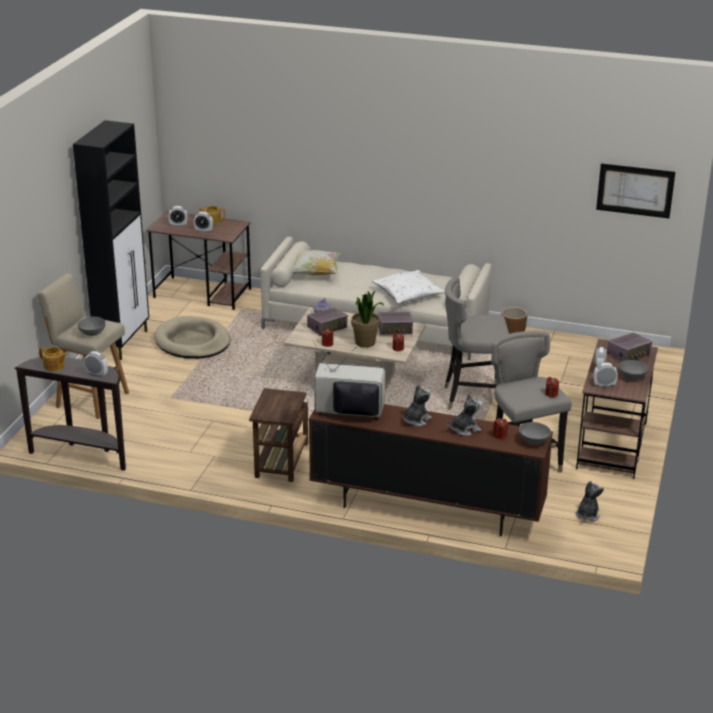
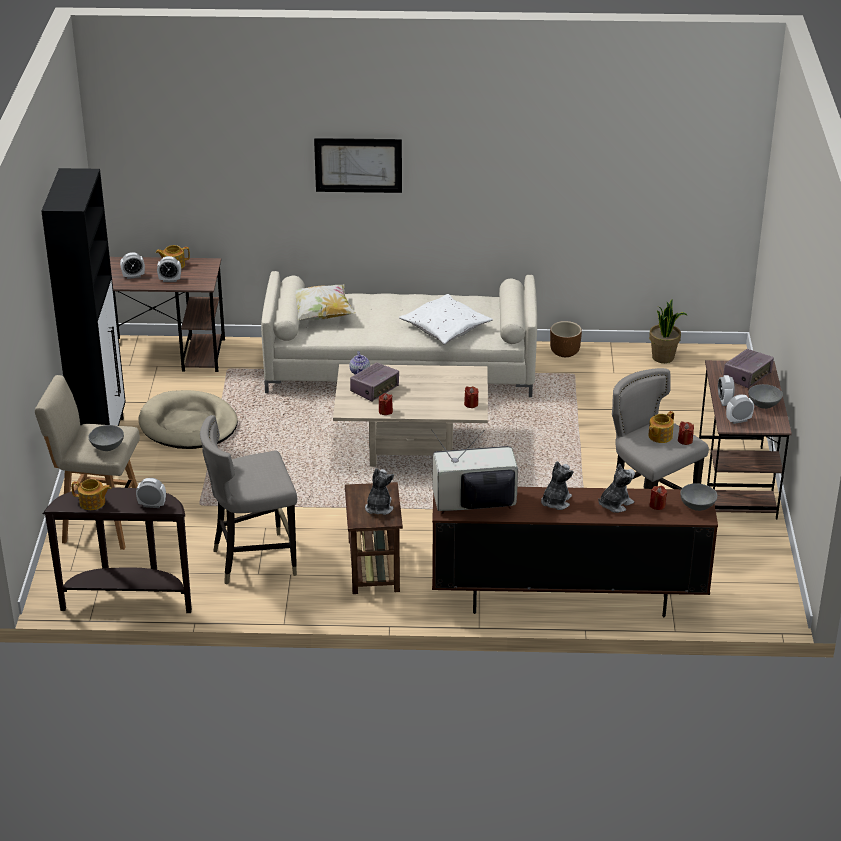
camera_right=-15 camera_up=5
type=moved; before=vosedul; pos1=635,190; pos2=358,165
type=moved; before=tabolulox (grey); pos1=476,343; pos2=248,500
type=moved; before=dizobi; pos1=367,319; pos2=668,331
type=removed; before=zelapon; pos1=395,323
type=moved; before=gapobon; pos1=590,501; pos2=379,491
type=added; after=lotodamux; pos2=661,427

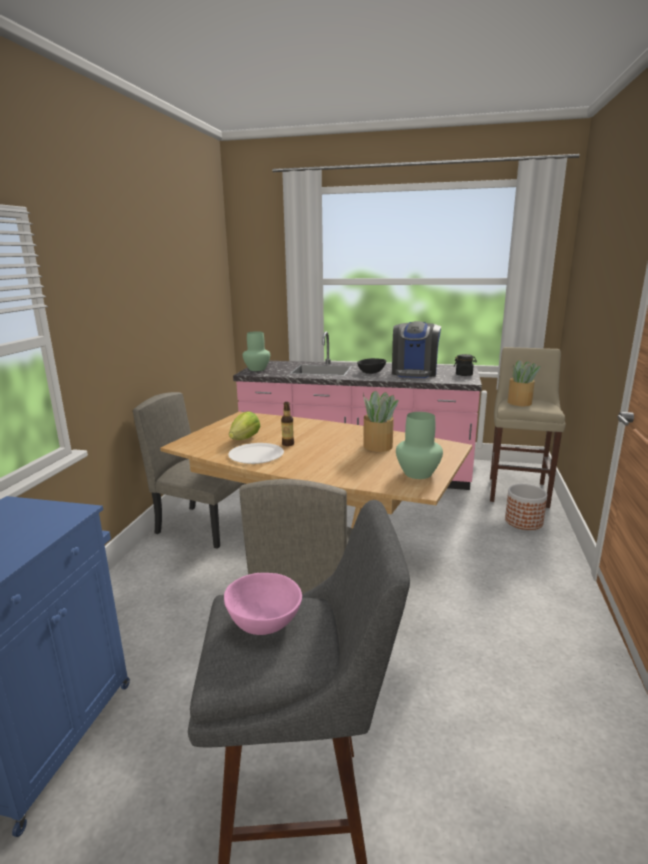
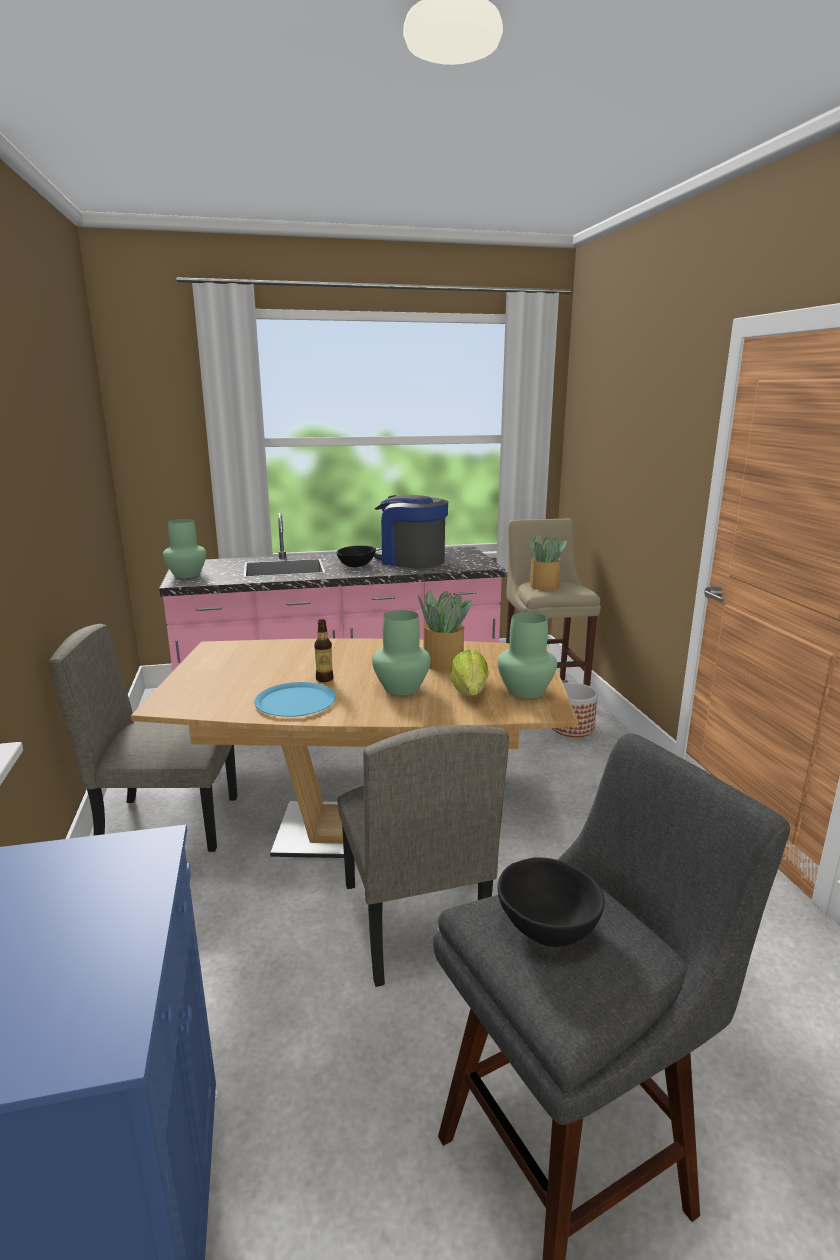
camera_right=-25 camera_up=0
type=turned; before=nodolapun; pos1=416,349; pos2=411,532; turn=135
type=removed; before=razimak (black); pos1=465,365
type=moved; before=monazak; pos1=244,425; pos2=469,672
type=recoloured; before=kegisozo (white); after=kegisozo (blue); pos1=256,453; pos2=295,699
type=recoloured; before=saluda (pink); after=saluda (black); pos1=263,604; pos2=551,902
type=added; after=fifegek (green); pos2=401,652

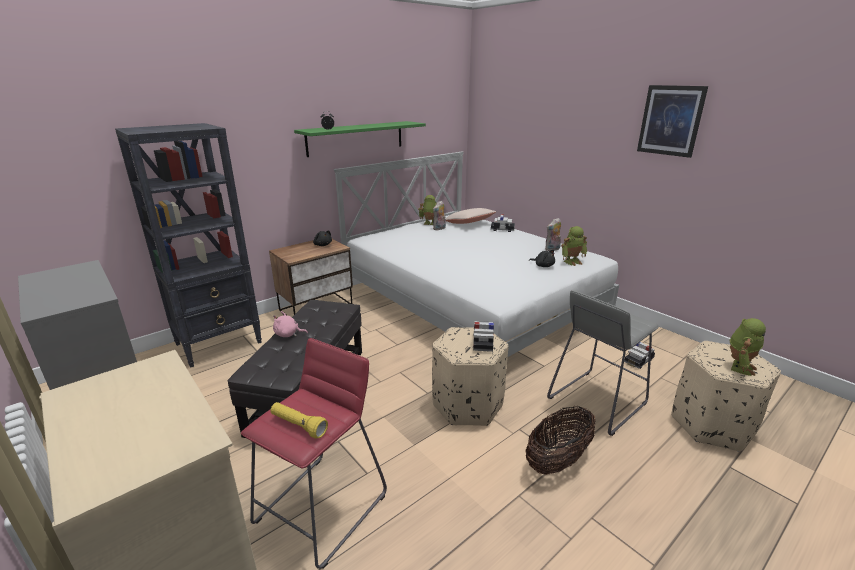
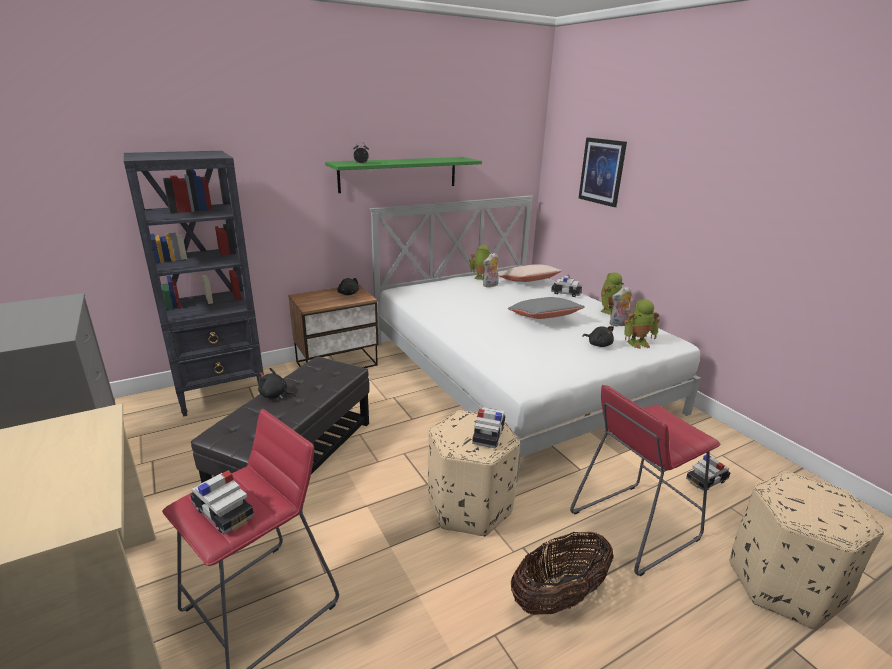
camera_right=10 camera_up=0
type=moved; before=vosedul; pos1=672,121; pos2=602,172
type=recoloured; before=tabolulox (grey); after=tabolulox (red); pos1=603,363; pos2=645,480
type=recoloured; before=gapobon (pink); after=gapobon (black); pos1=290,324; pos2=277,383
type=moved; before=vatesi; pos1=748,347; pos2=612,293
type=replaced; before=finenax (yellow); after=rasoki; pos1=299,420; pos2=222,502
type=added; after=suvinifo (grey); pos2=546,308

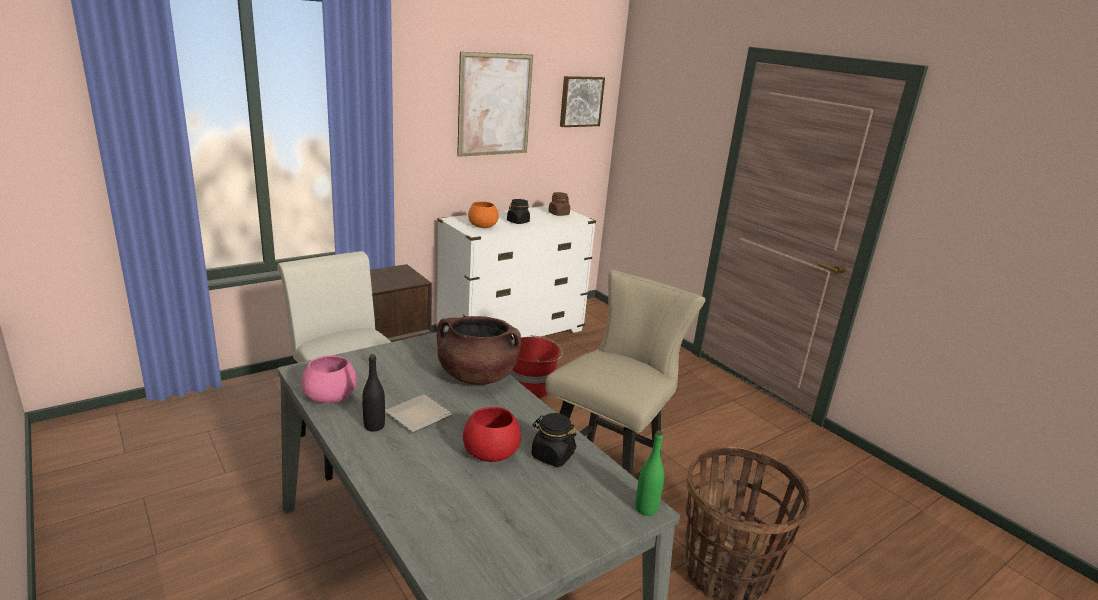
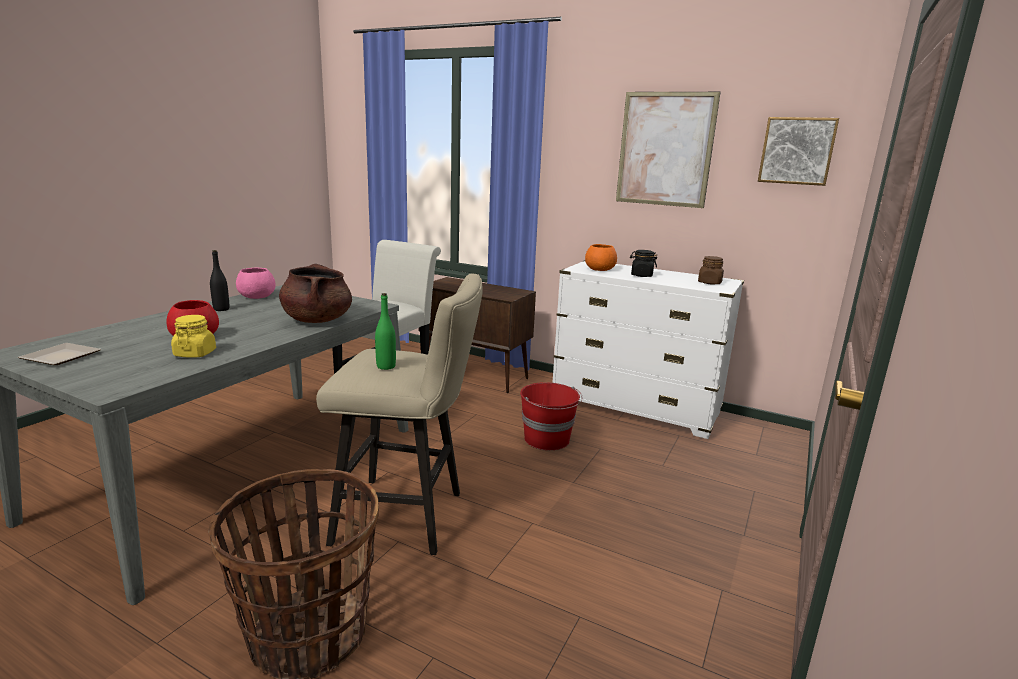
camera_right=65 camera_up=-5
type=moved; before=kegisozo; pos1=419,413; pos2=59,354
type=recoloured; before=razimak (black); after=razimak (yellow); pos1=554,440; pos2=193,336
type=moved; before=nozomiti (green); pos1=649,473; pos2=385,331

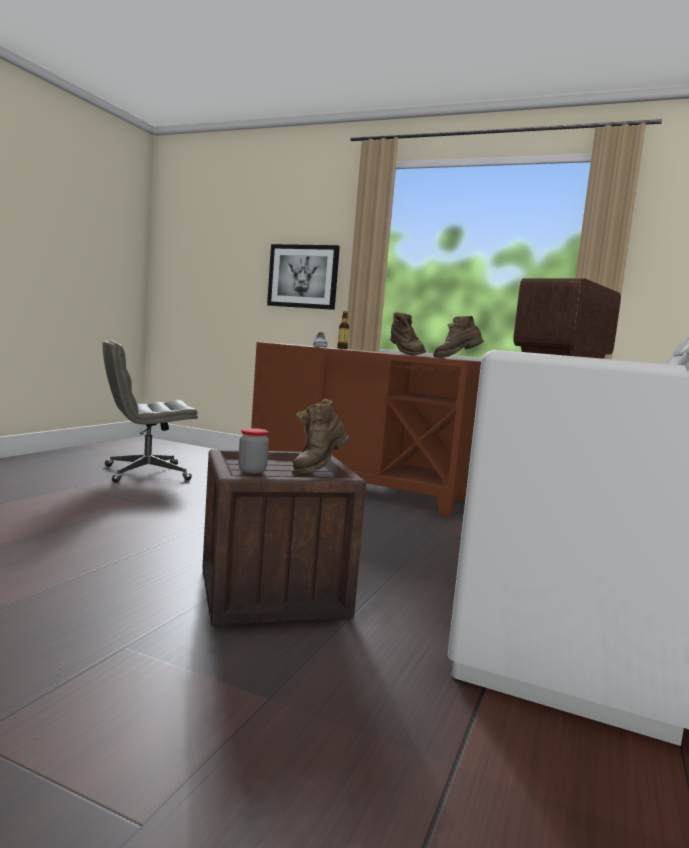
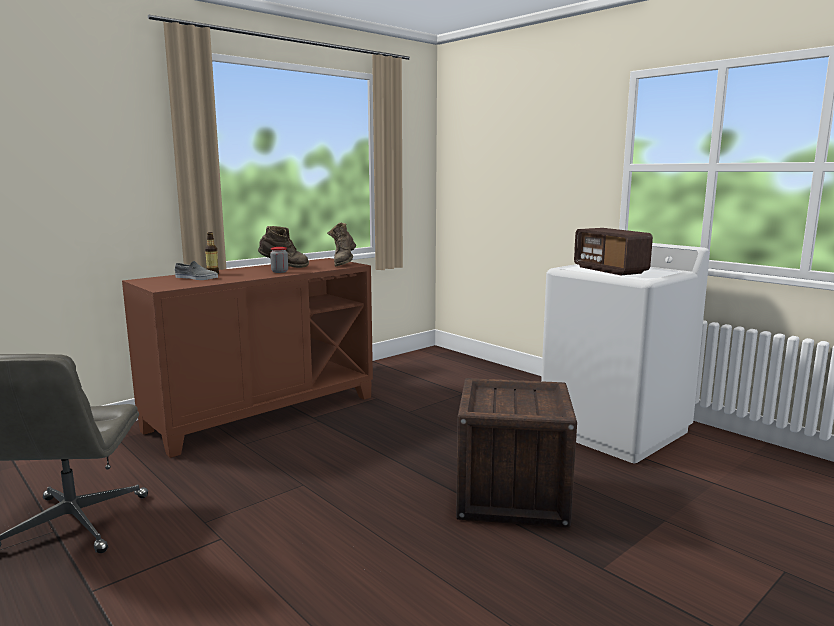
camera_right=-65 camera_up=5
type=removed; before=vosedul; pos1=303,277
type=removed; before=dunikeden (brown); pos1=321,436
type=moved; before=razimak; pos1=253,450; pos2=279,260

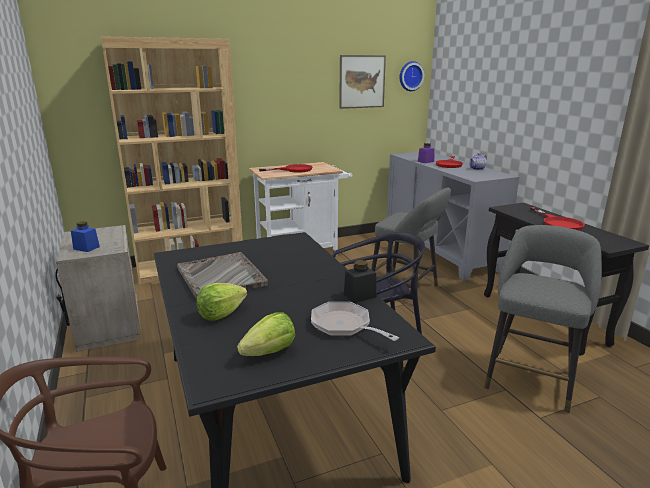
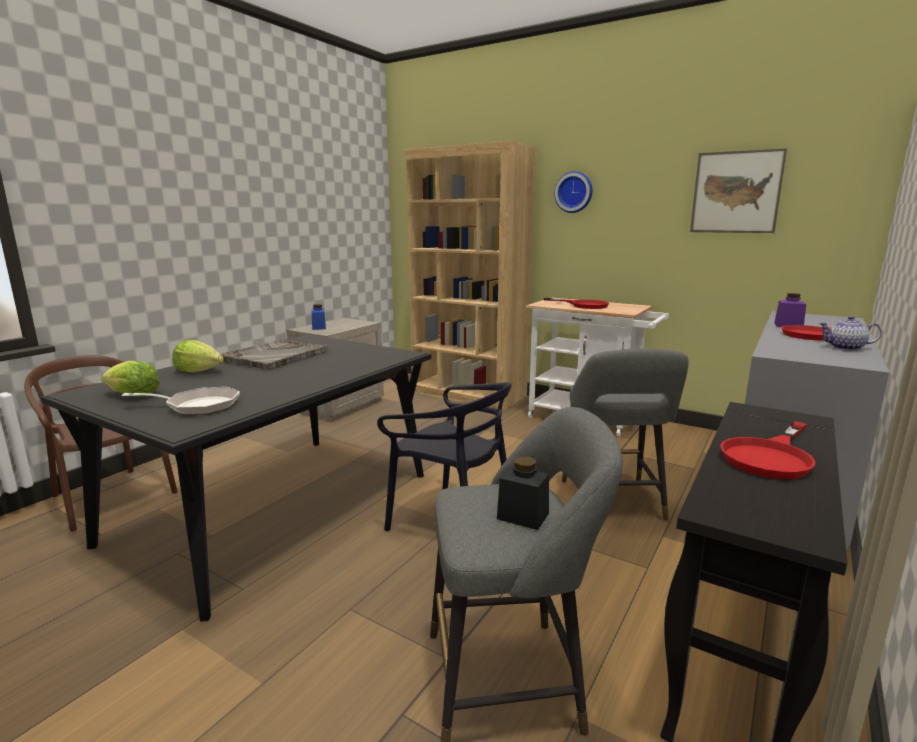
camera_right=55 camera_up=-5
type=moved; before=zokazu; pos1=412,76; pos2=574,192
type=moved; before=razimak (black); pos1=360,281; pos2=523,493
type=turned; before=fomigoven; pos1=355,321; pos2=180,401; turn=75

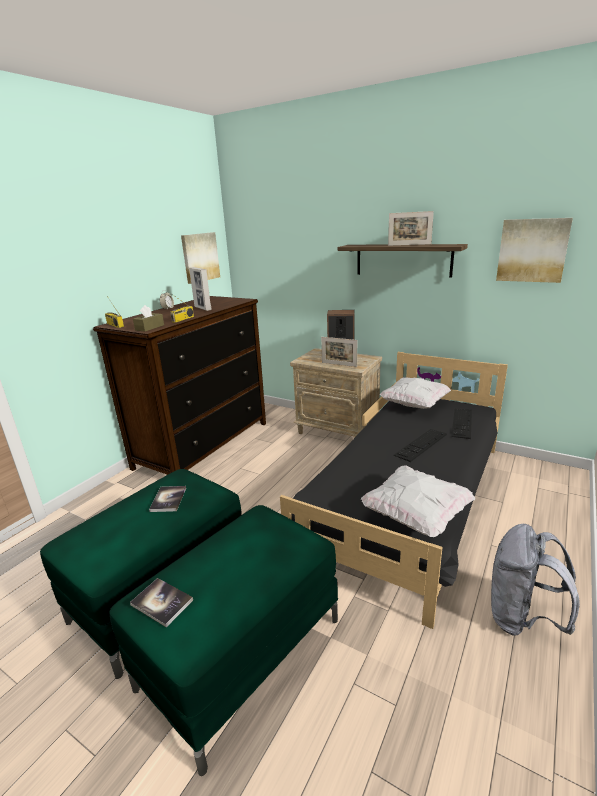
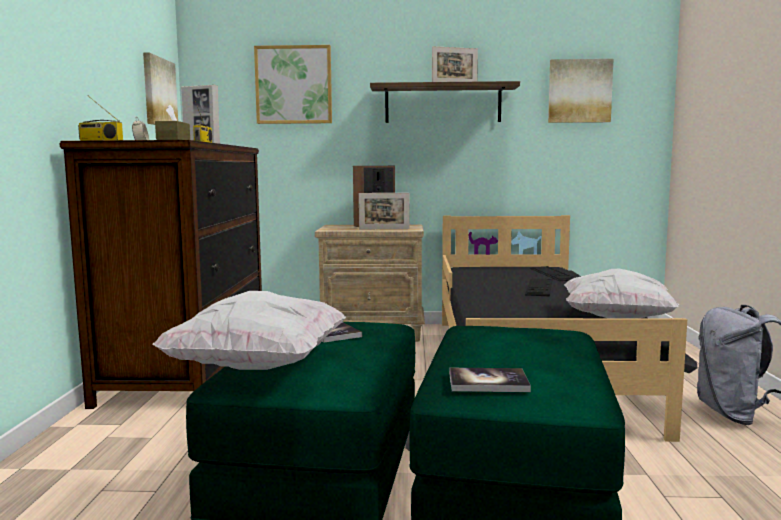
camera_right=-30 camera_up=-15
type=moved; before=suvinifo (white); pos1=415,393; pos2=249,330
type=added; after=vosedul; pos2=293,84

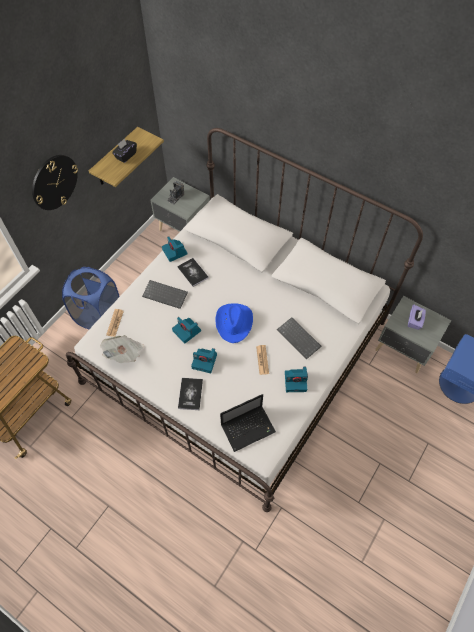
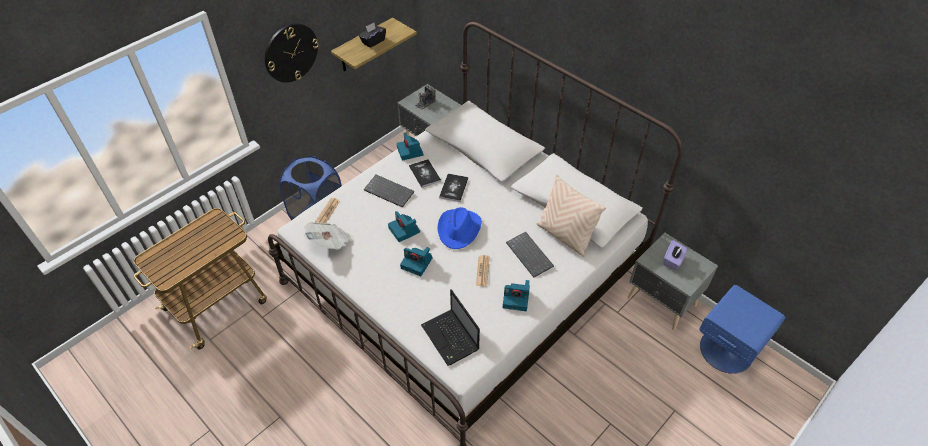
camera_right=10 camera_up=-10
type=moved; before=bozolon; pos1=190,394; pos2=453,188
type=turned; before=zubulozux; pos1=248,423; pos2=450,327; turn=75
type=added; after=suvinifo (beige); pos2=571,215

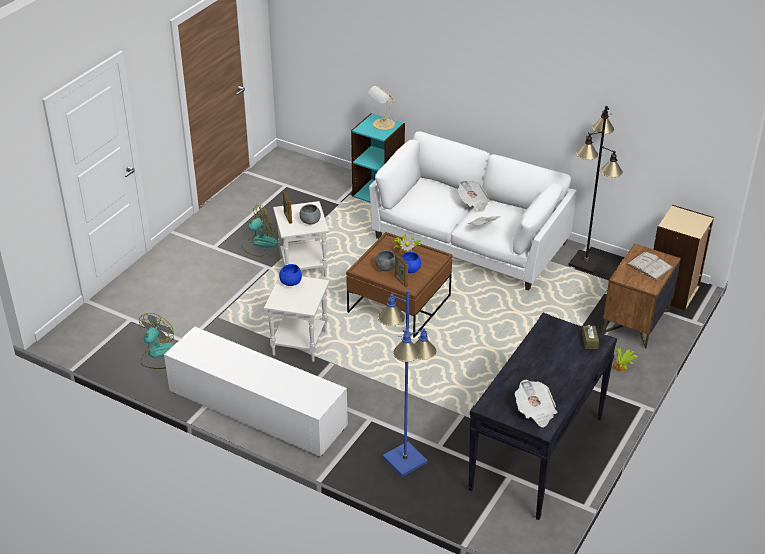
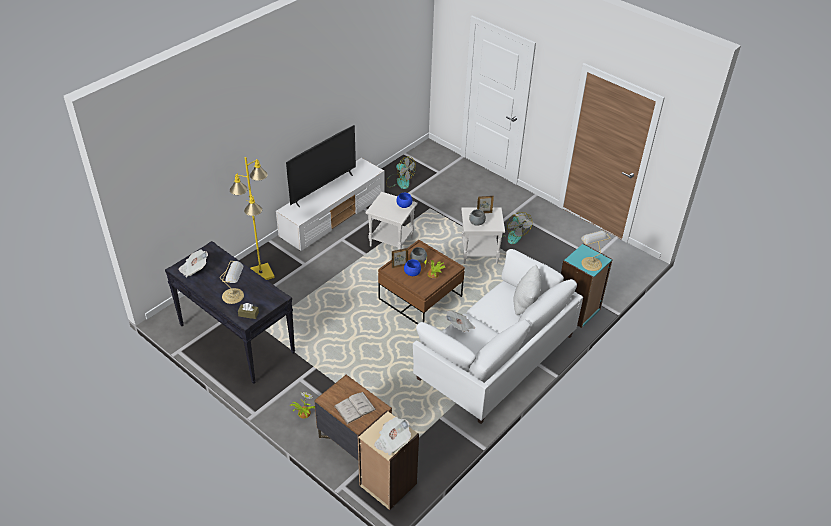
camera_right=100 camera_up=5
type=removed; before=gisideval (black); pos1=595,190
type=moved; before=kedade; pos1=473,196; pos2=392,436
type=recoloured; before=gisideval (blue); after=gisideval (yellow); pos1=407,383; pos2=252,218
type=added; after=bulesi; pos2=321,166
type=added; after=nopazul; pos2=232,282
type=added; after=suvinifo (white); pos2=527,290

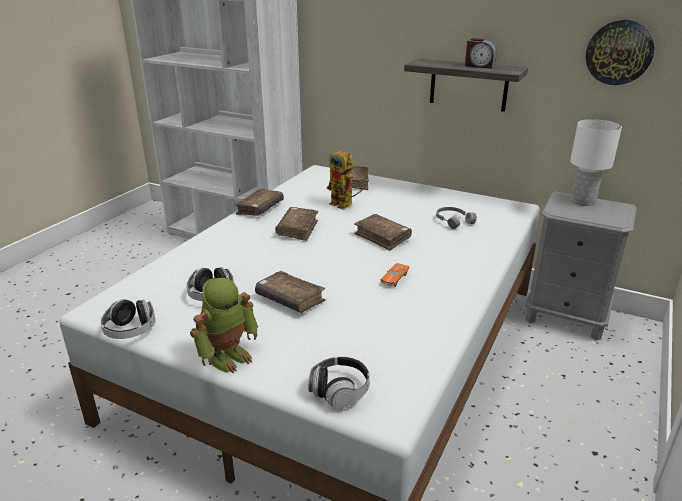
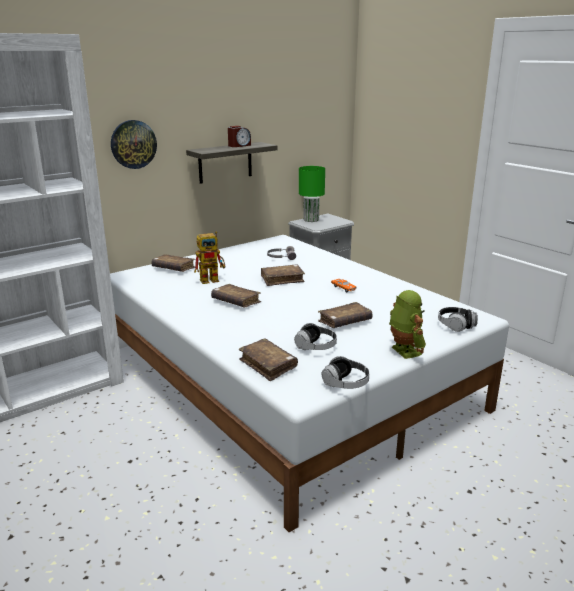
camera_right=-65 camera_up=-5
type=moved; before=zokazu; pos1=620,52; pos2=134,144
type=recoloured; before=nopazul (white); after=nopazul (green); pos1=596,162; pos2=312,194
type=moved; before=bozolon (brown); pos1=259,202; pos2=268,360

